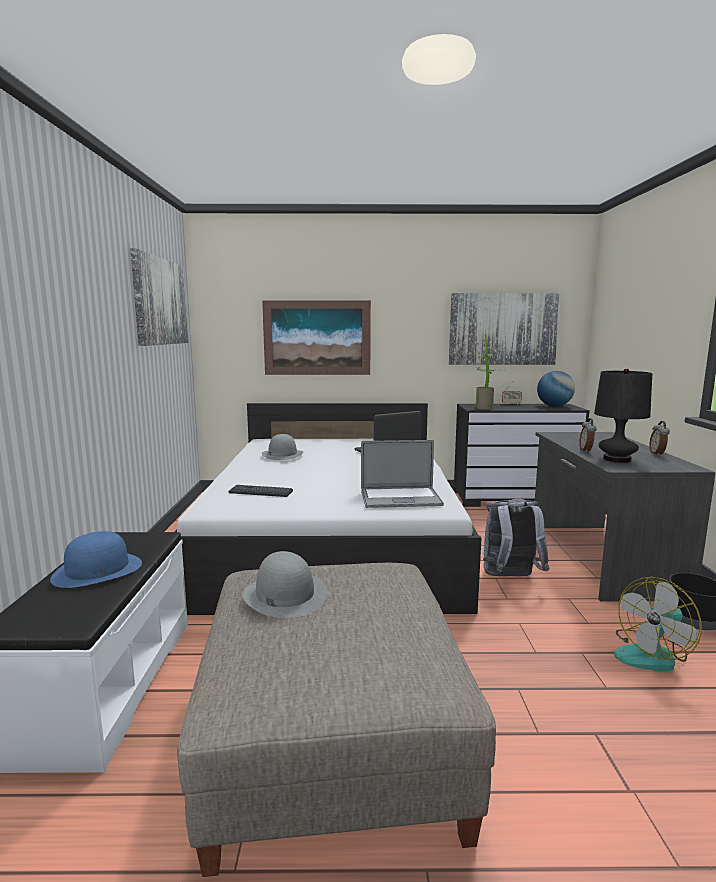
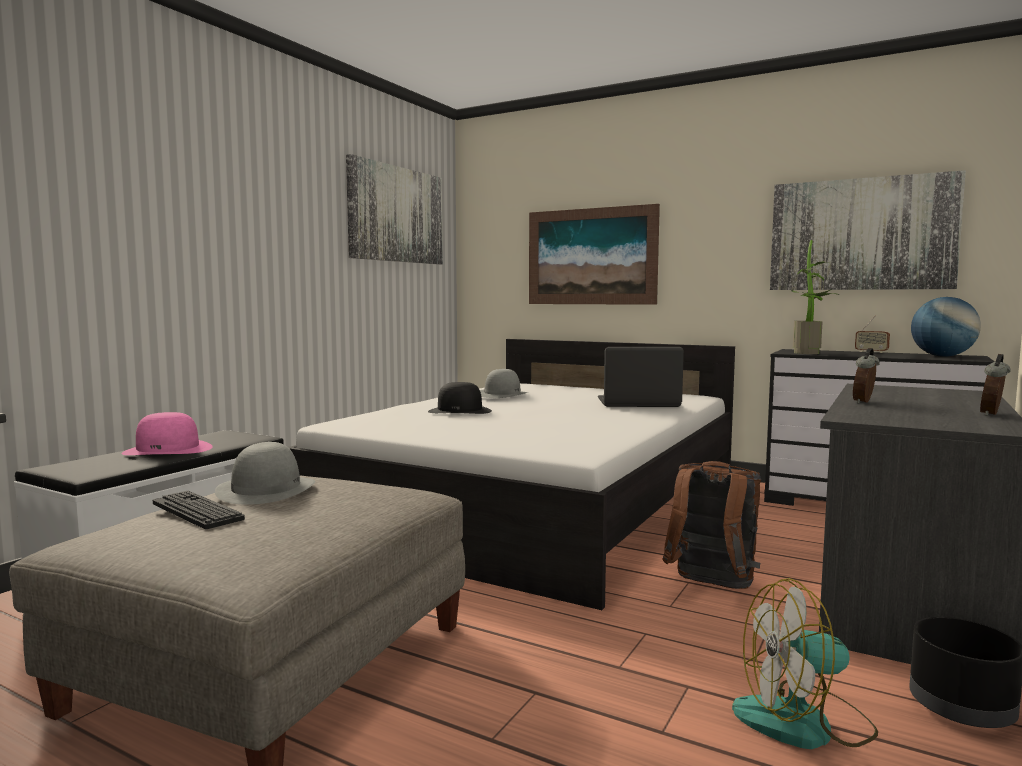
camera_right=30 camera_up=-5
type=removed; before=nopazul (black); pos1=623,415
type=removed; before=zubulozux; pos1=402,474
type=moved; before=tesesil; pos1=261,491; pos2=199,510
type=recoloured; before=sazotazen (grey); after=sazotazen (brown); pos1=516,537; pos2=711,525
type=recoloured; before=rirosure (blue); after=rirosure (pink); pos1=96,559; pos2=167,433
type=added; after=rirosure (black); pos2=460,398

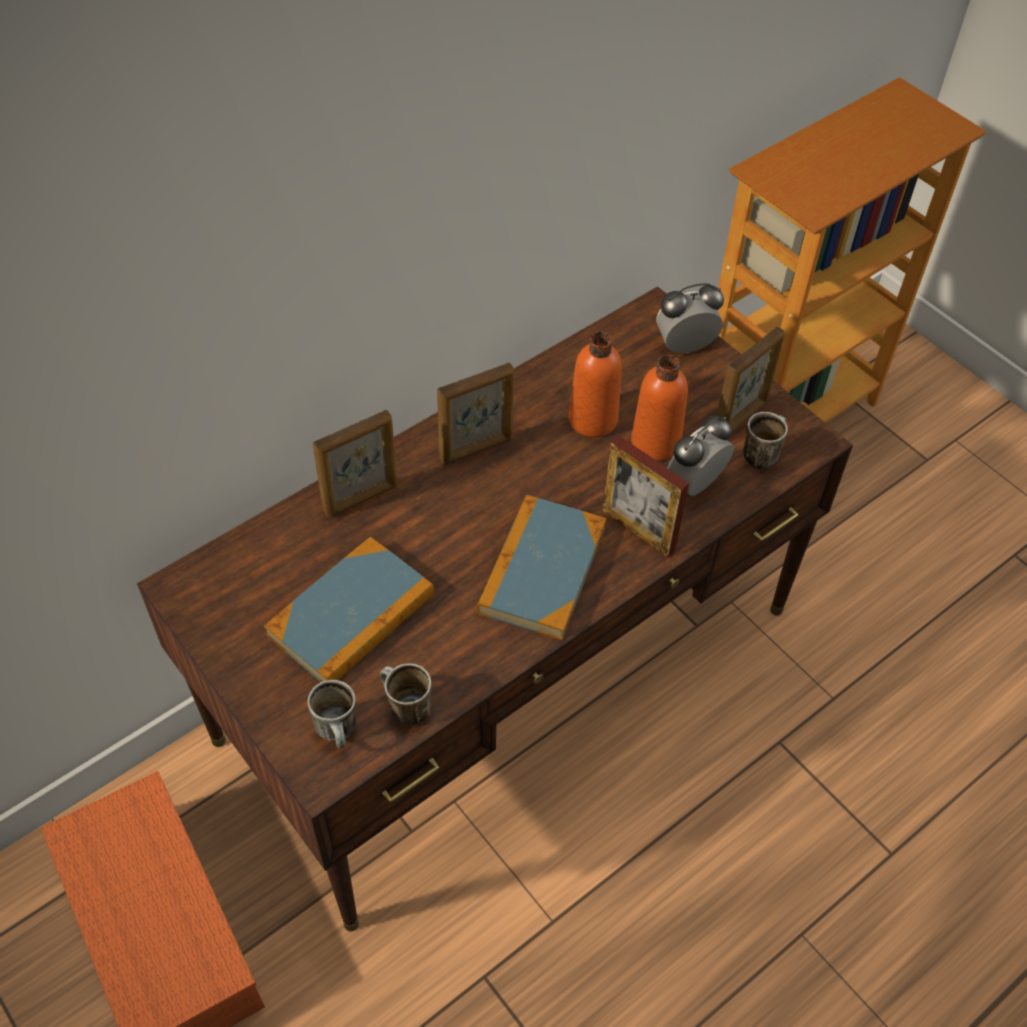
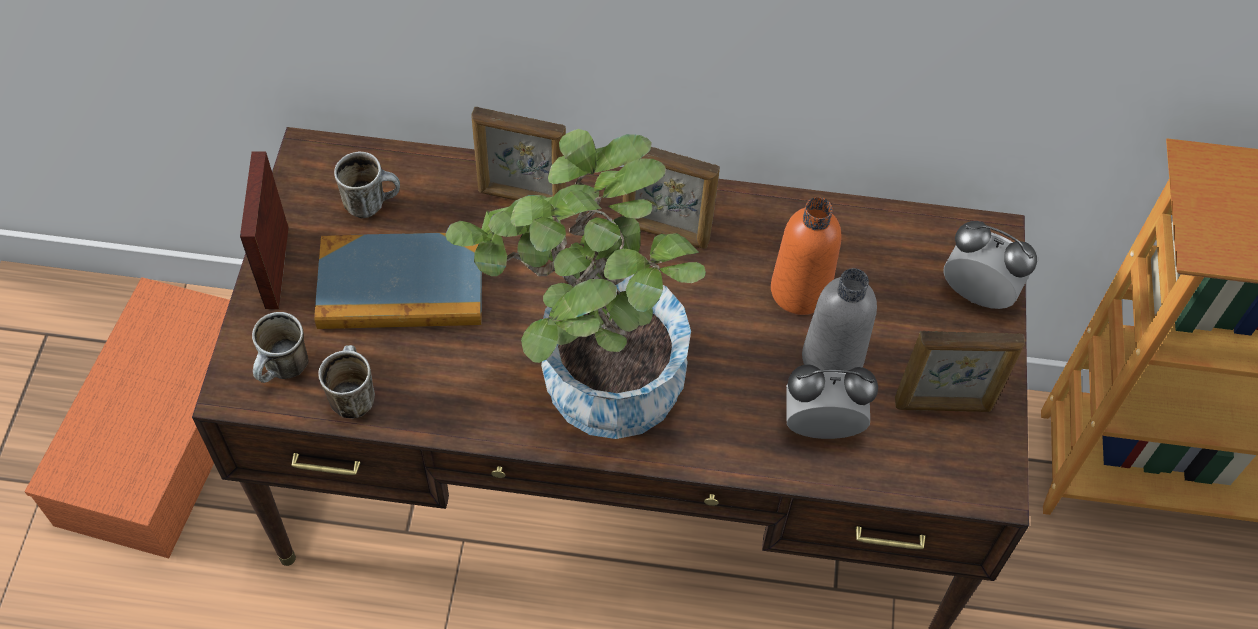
camera_right=45 camera_up=5
type=recoloured; before=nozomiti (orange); after=nozomiti (grey); pos1=659,408; pos2=839,319
type=moved; before=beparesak; pos1=765,440; pos2=367,185
type=moved; before=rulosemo; pos1=645,496; pos2=264,230
type=replaced; before=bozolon; after=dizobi; pos1=542,567; pos2=575,284

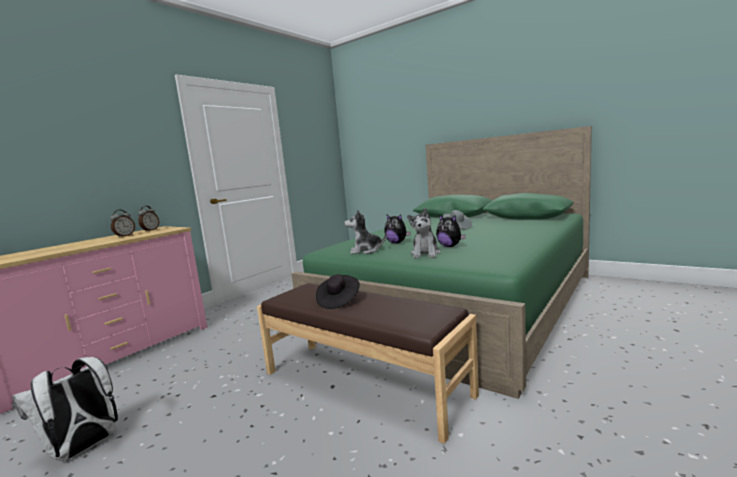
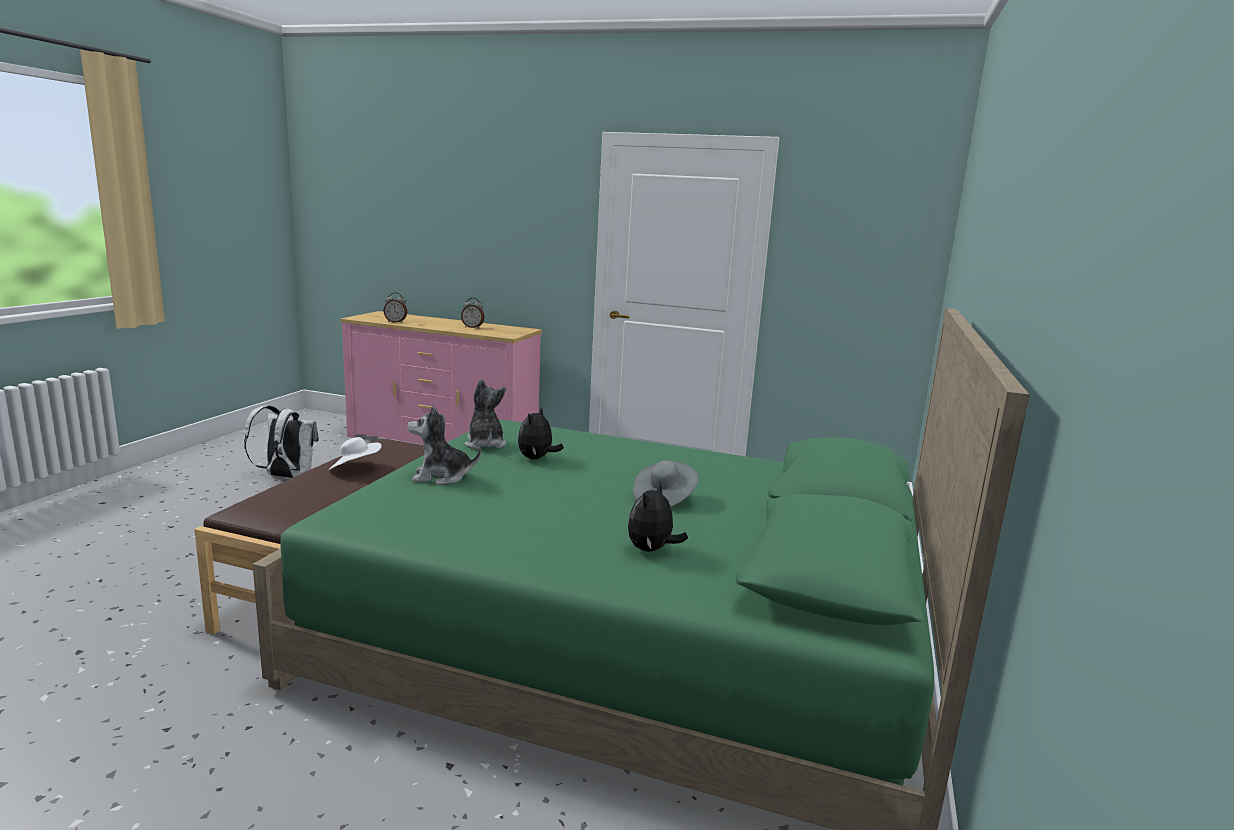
camera_right=70 camera_up=5
type=moved; before=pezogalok; pos1=148,219; pos2=395,308
type=moved; before=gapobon; pos1=451,231; pos2=658,517
type=recoloured; before=rirosure (black); after=rirosure (white); pos1=338,291; pos2=355,453

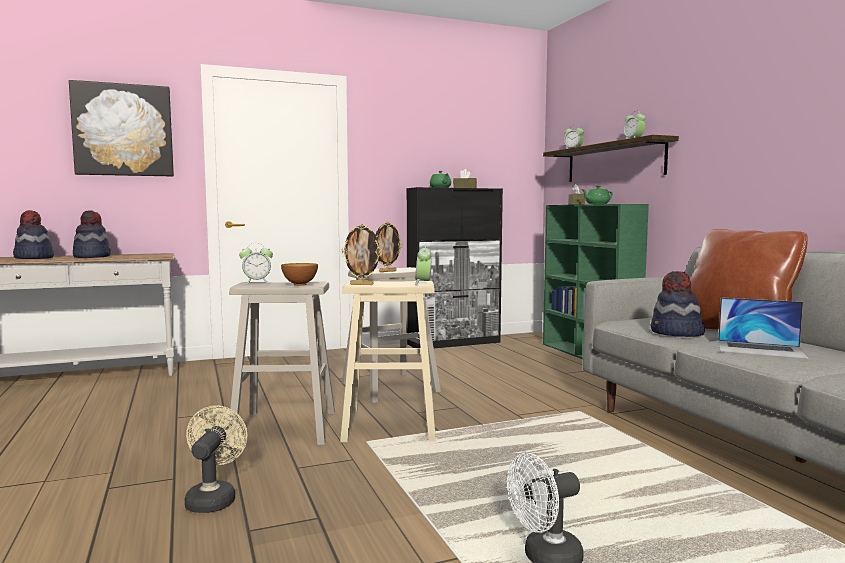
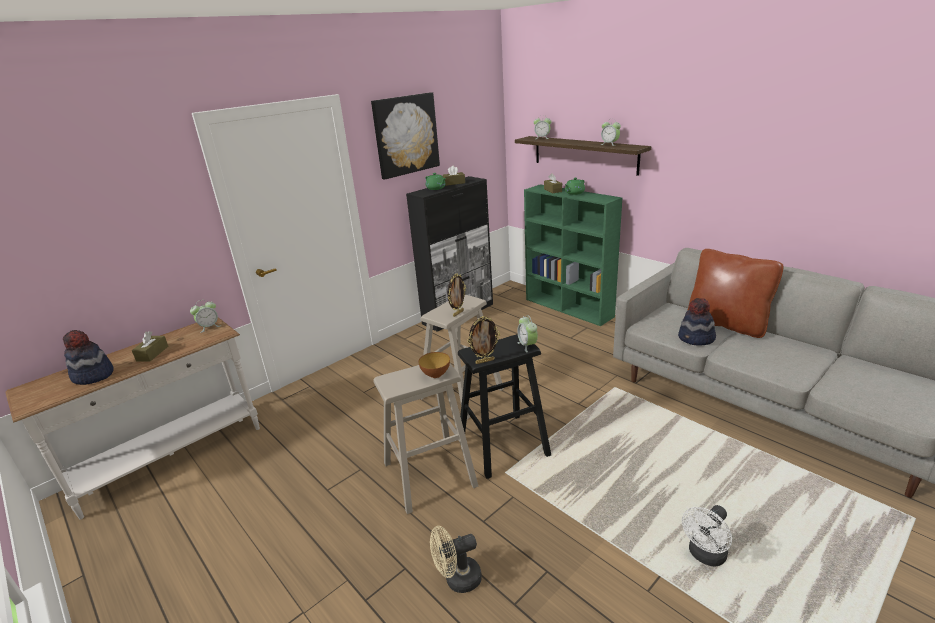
camera_right=-20 camera_up=20
type=moved; before=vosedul; pos1=121,128; pos2=405,136
type=replaced; before=rirosure; after=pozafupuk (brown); pos1=92,234; pos2=150,346
type=moved; before=pezogalok; pos1=256,264; pos2=205,316
type=recoloured; before=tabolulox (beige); after=tabolulox (black); pos1=388,361; pos2=504,406
type=removed; before=zubulozux; pos1=763,328
type=turned; before=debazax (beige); pos1=216,459; pos2=456,559; turn=-90

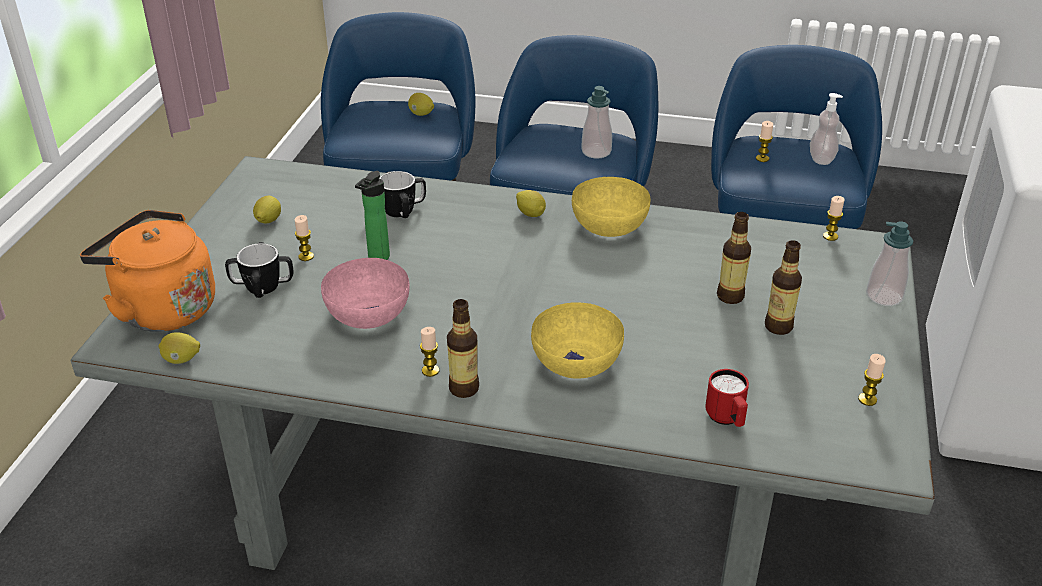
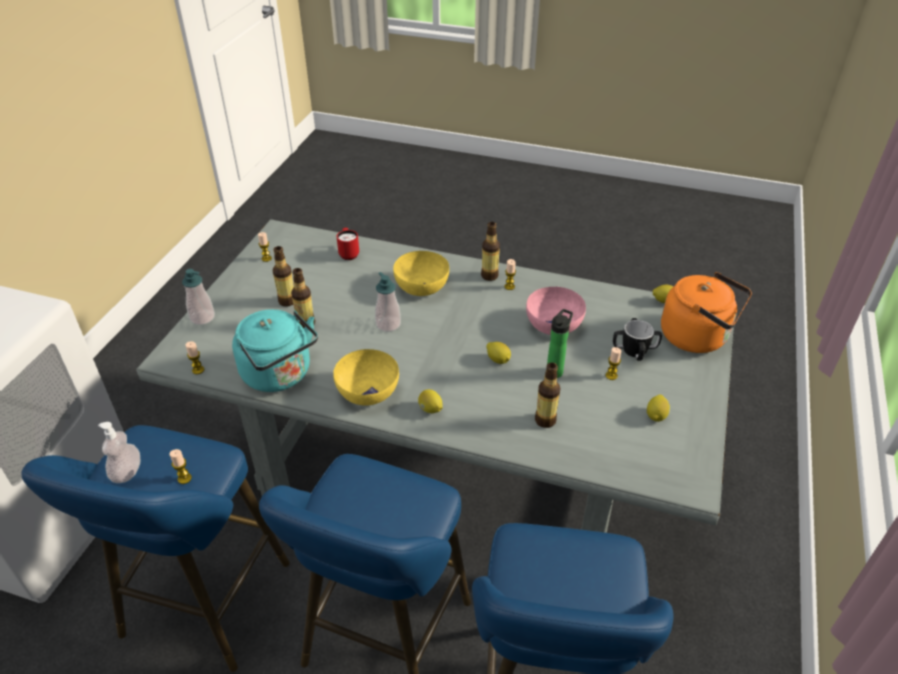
camera_right=-175 camera_up=5
type=moved; before=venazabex; pos1=596,122; pos2=388,302
type=moved; before=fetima; pos1=421,104; pos2=498,353
type=replaced; before=beparesak; after=nozomiti; pos1=403,194; pos2=547,395
type=added; after=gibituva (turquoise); pos2=275,350

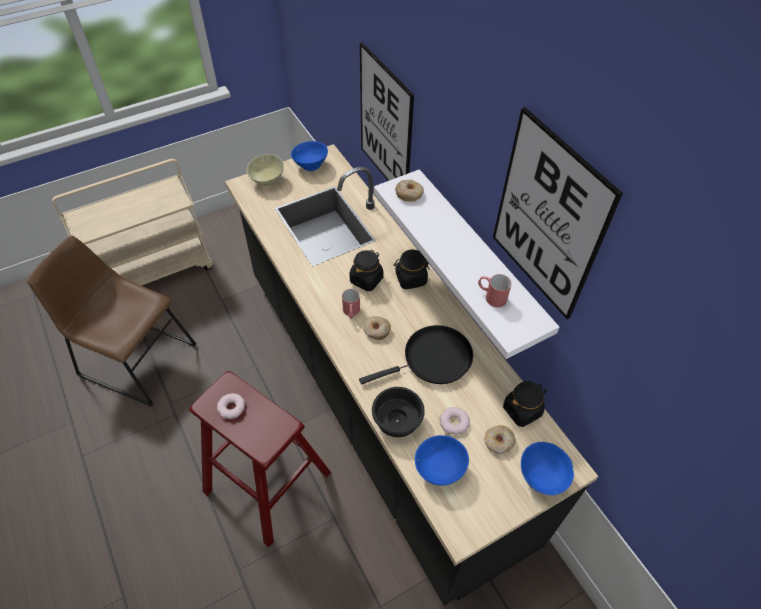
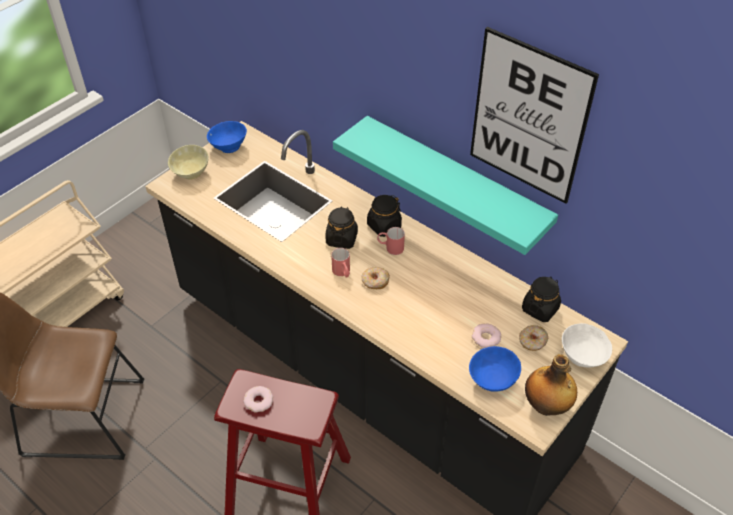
camera_right=-20 camera_up=-5
type=removed; before=vosedul; pos1=387,111
type=recoloured; before=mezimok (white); after=mezimok (turquoise); pos1=466,264; pos2=445,185
type=removed; before=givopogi; pos1=409,191
type=moved; before=beparesak (red); pos1=495,290; pos2=391,241
type=removed; before=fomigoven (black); pos1=416,354
type=removed; before=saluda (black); pos1=398,412
type=recoloured; before=saluda (blue); after=saluda (white); pos1=547,468; pos2=587,345
type=added; after=nozomiti; pos2=551,385

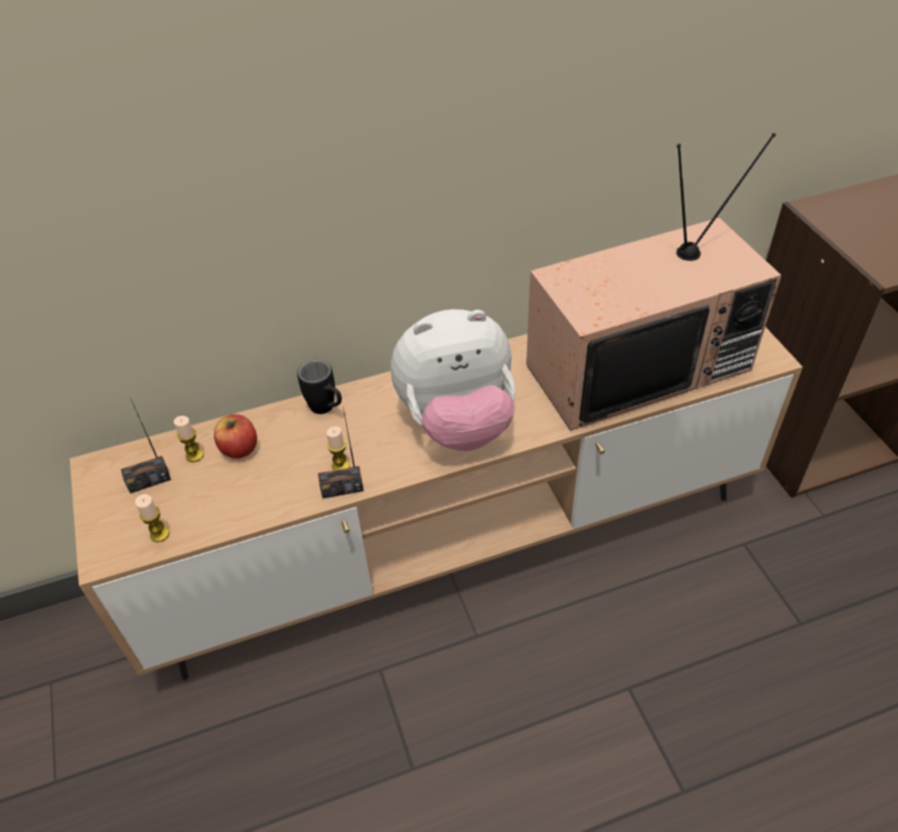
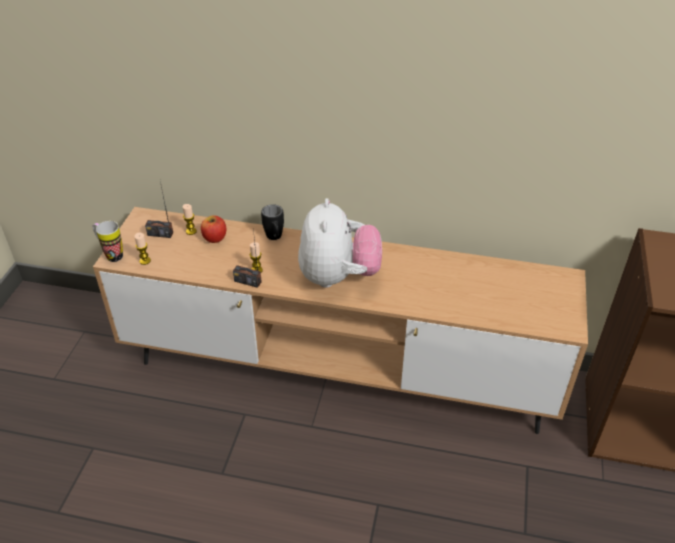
camera_right=30 camera_up=-5
type=removed; before=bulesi; pos1=654,282
type=turned; before=gapobon; pos1=453,380; pos2=340,243; turn=-105
type=added; after=beparesak; pos2=108,241

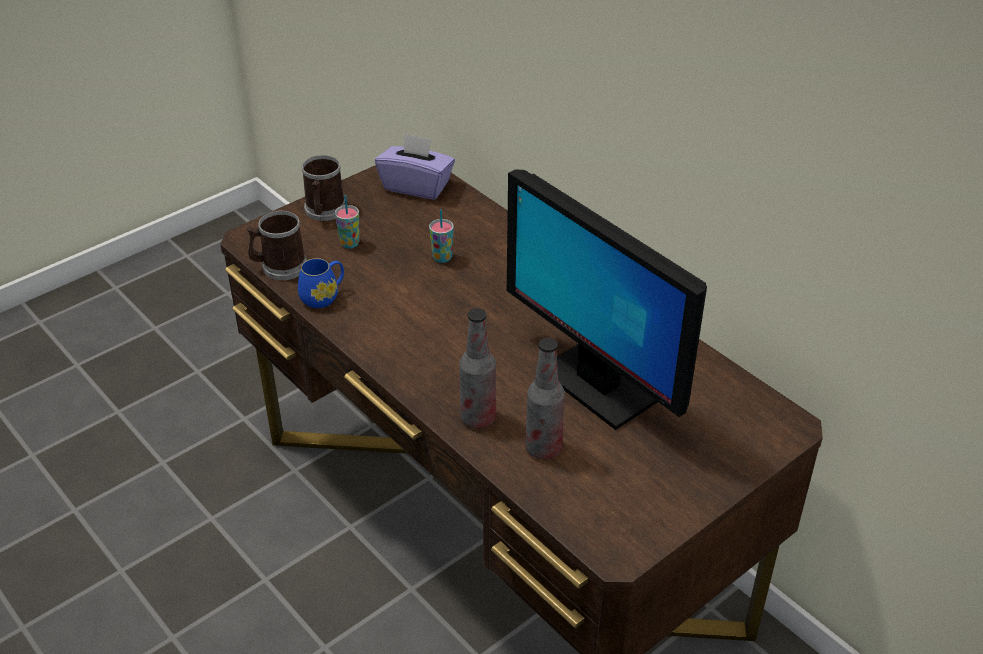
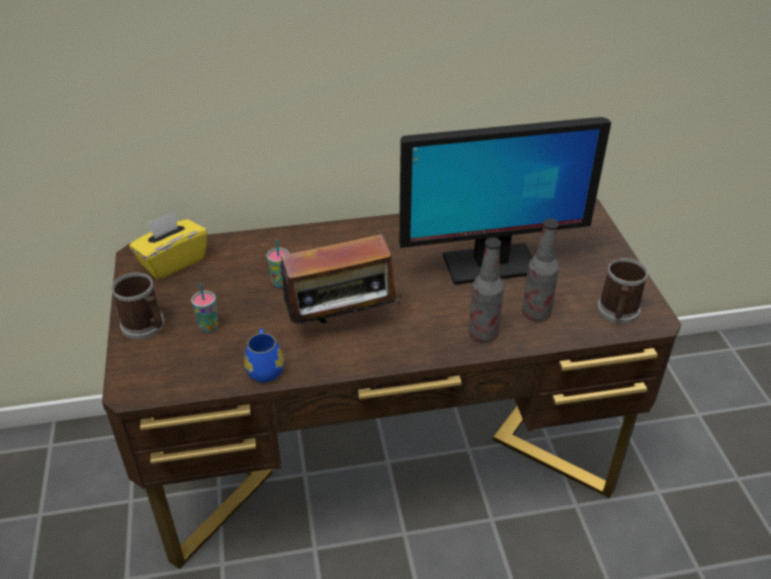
camera_right=-60 camera_up=0
type=recoloured; before=pozafupuk (purple); after=pozafupuk (yellow); pos1=415,166; pos2=168,245
type=moved; before=beparesak; pos1=277,245; pos2=622,291
type=added; after=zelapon; pos2=341,282

